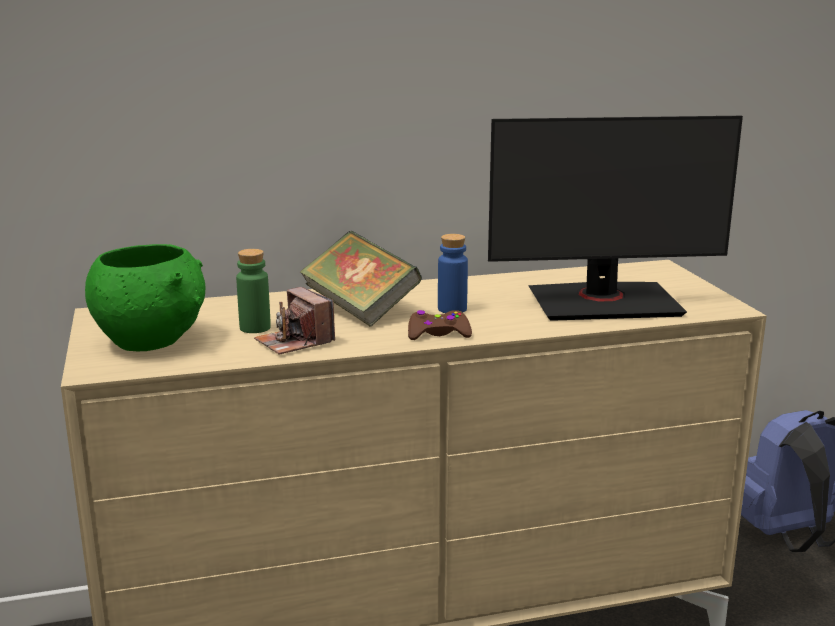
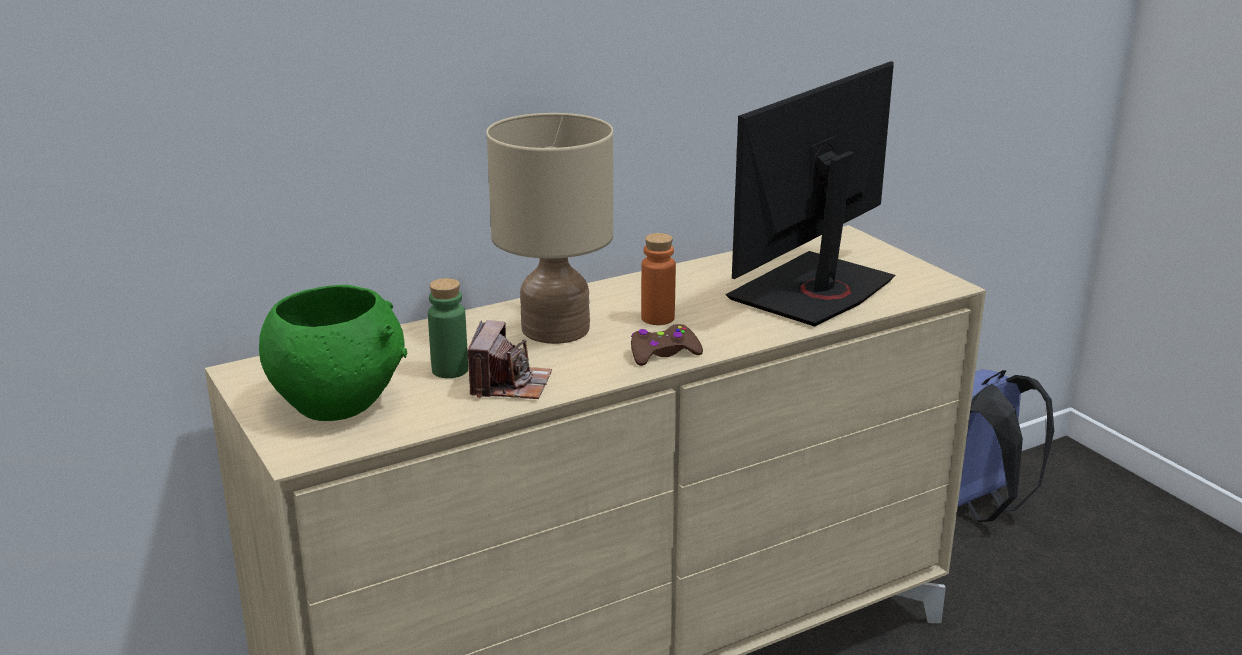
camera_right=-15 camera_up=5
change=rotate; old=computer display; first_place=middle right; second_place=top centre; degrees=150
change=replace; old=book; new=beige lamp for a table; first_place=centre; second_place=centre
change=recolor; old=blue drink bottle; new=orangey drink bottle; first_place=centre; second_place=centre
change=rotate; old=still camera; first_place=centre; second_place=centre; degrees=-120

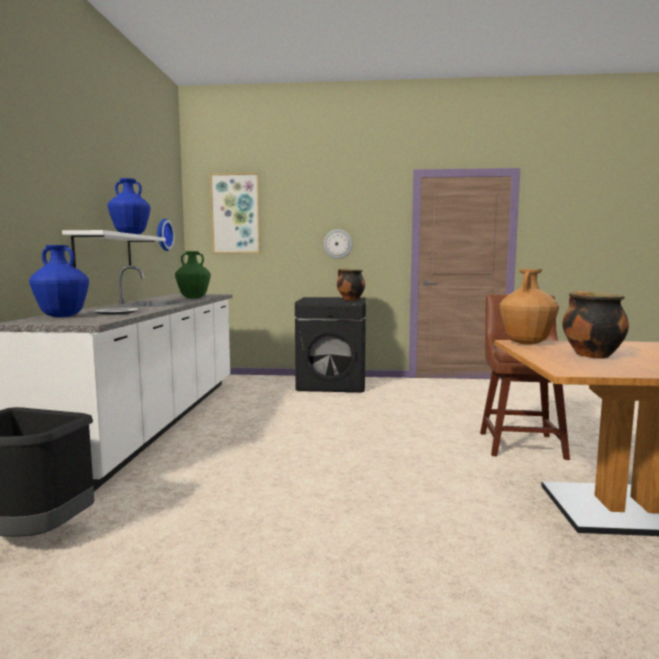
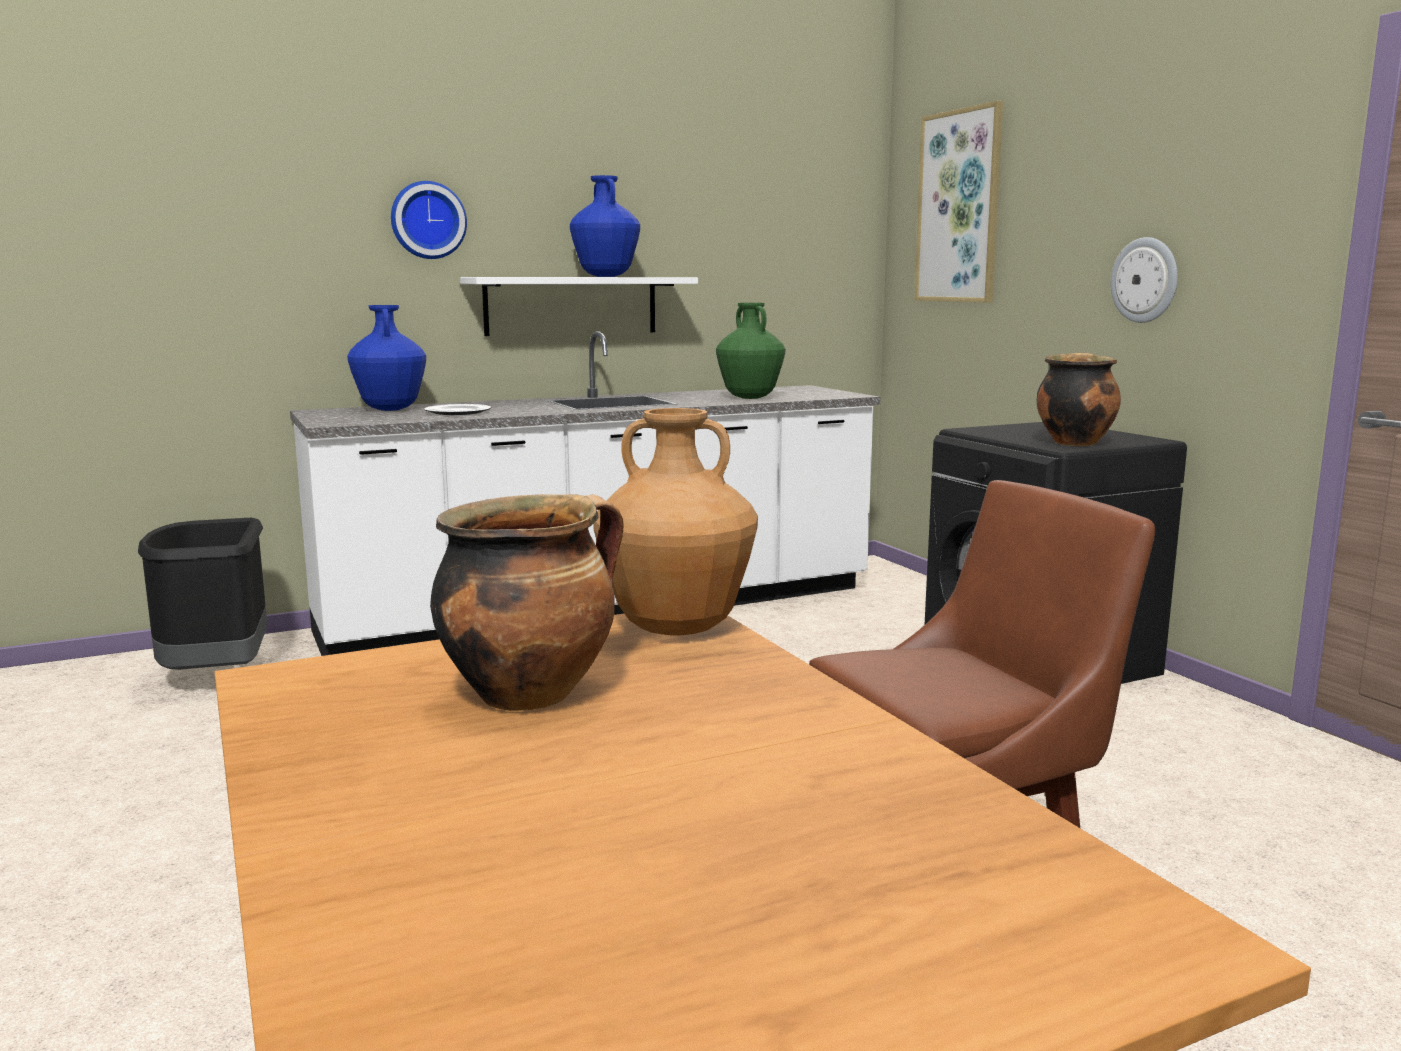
camera_right=60 camera_up=5
change=move; old=hanging clock (1st from left); first_place=middle left; second_place=top left

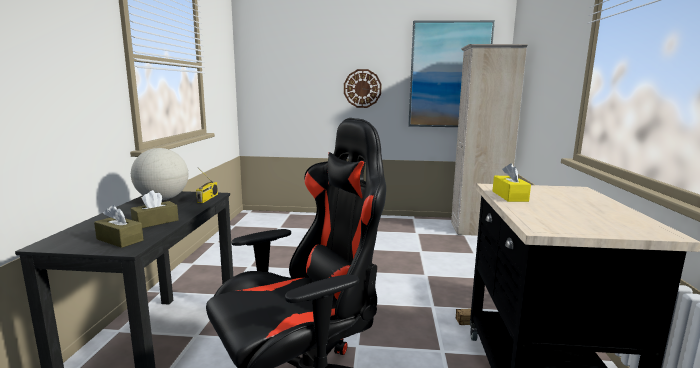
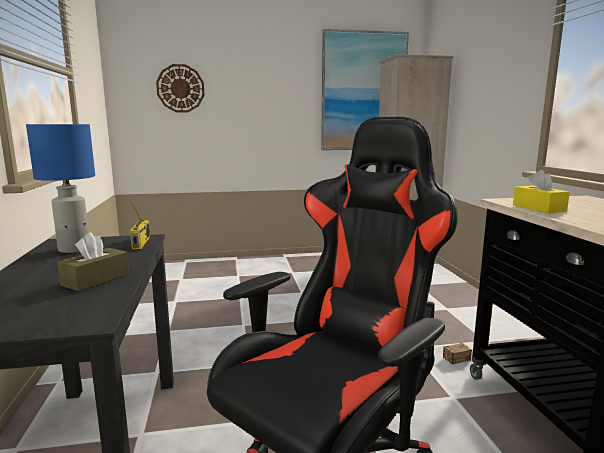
camera_right=-15 camera_up=0
change=move; old=hanging clock; first_place=top centre; second_place=top left
change=replace; old=world globe; new=blue lamp for a table; first_place=middle left; second_place=middle left
change=delete; old=brownish tissue holder (1st from left); first_place=middle left

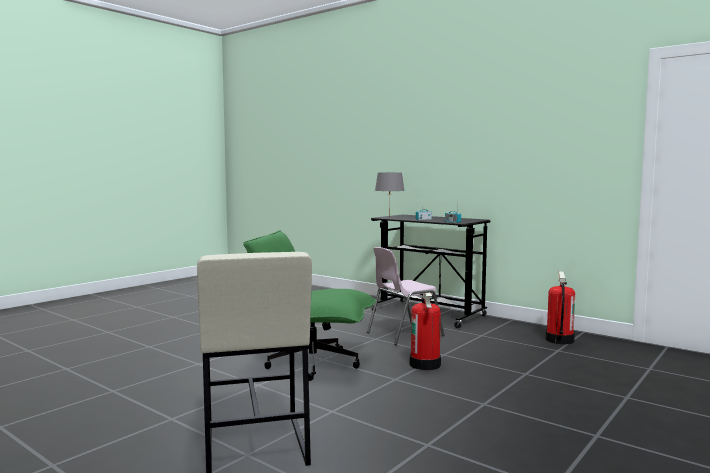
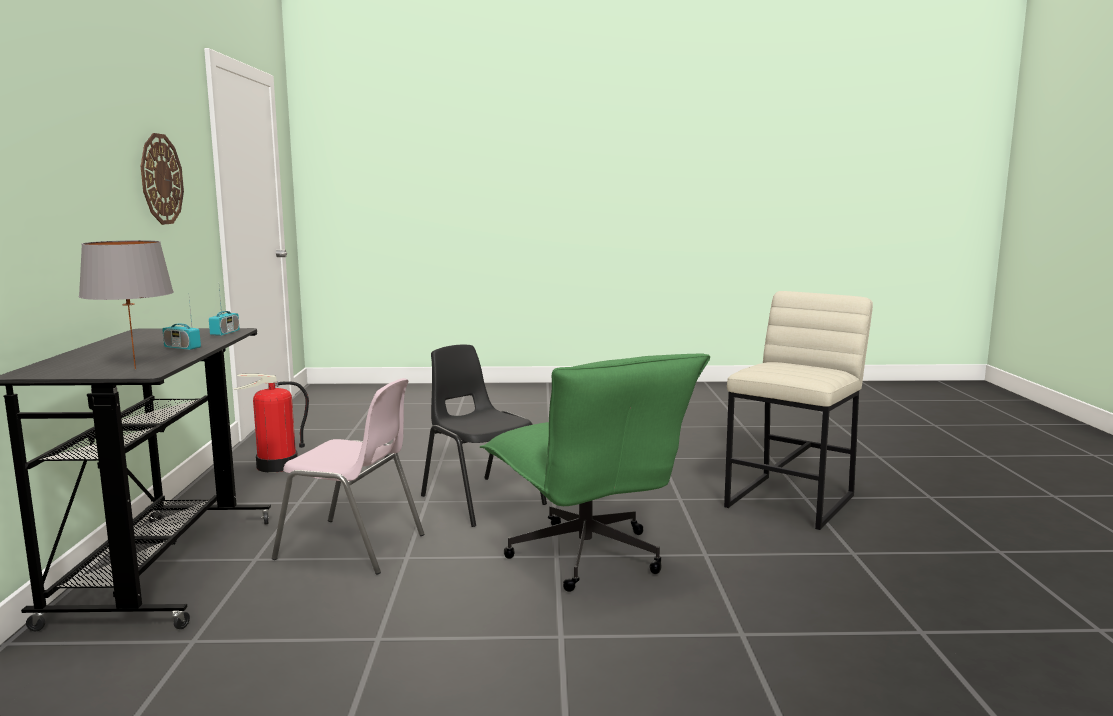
camera_right=-130 camera_up=5
change=replace; old=fire extinguisher (1st from left); new=black chair; first_place=bottom centre; second_place=centre
change=insert; new=hanging clock; second_place=top left

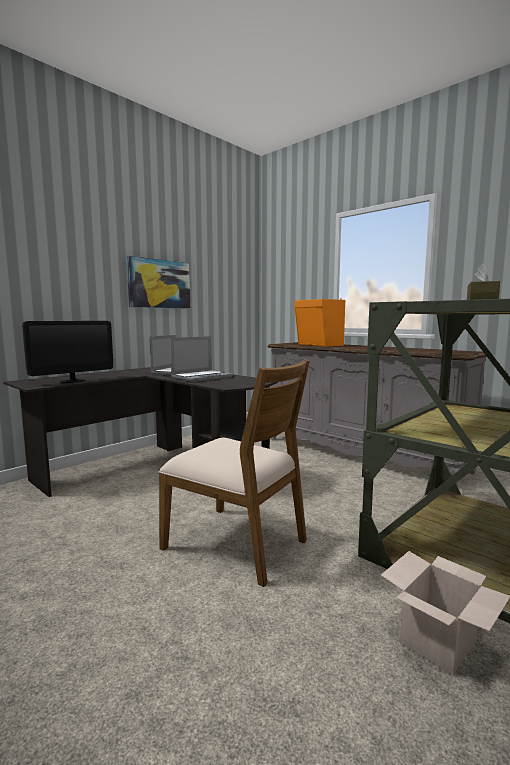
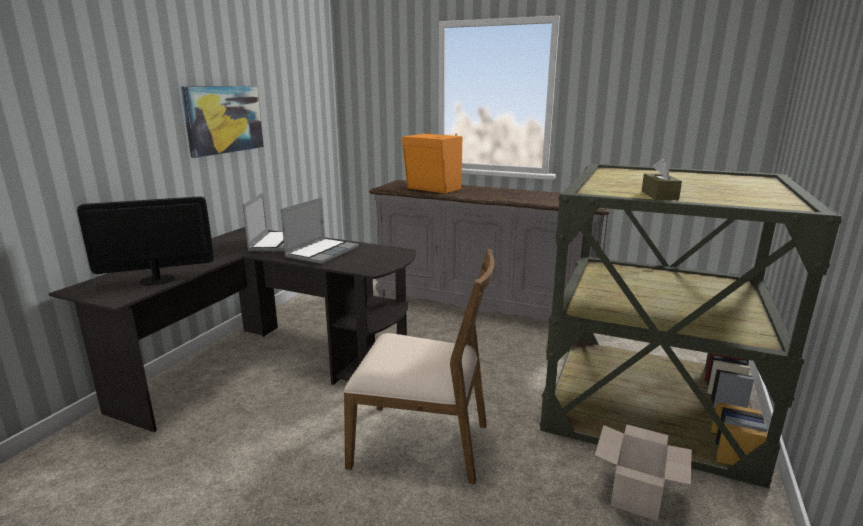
camera_right=-20 camera_up=10
change=rotate; old=computer display; first_place=middle left; second_place=middle left; degrees=-135

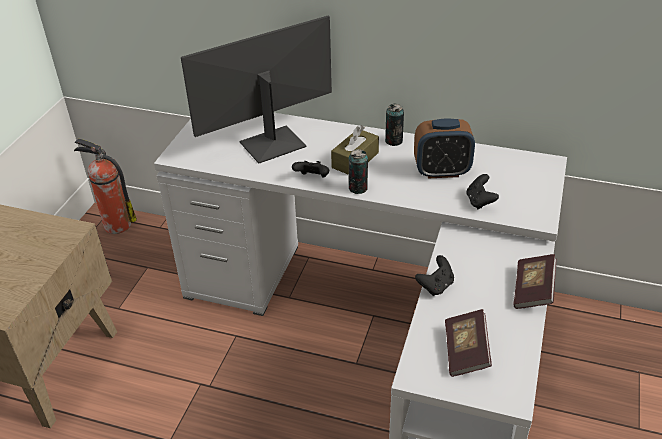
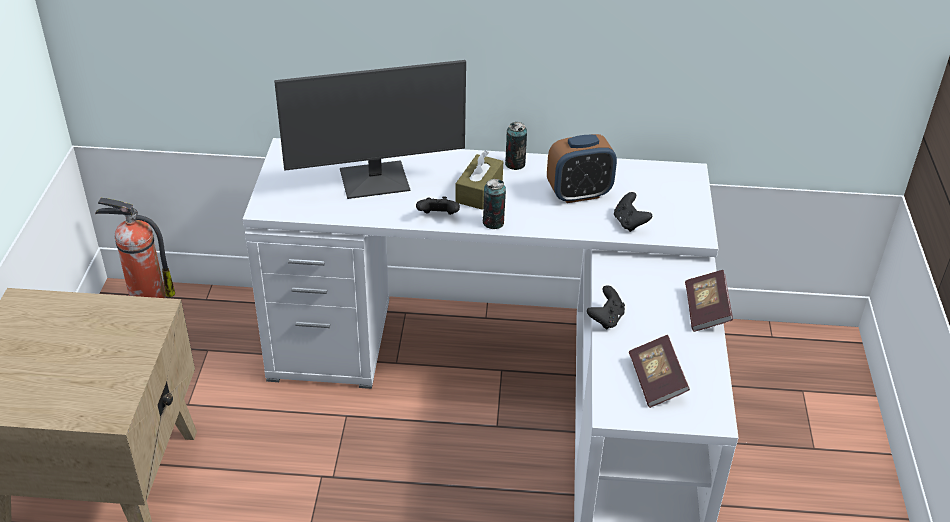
camera_right=-15 camera_up=0
change=rotate; old=computer display; first_place=top centre; second_place=top centre; degrees=-150

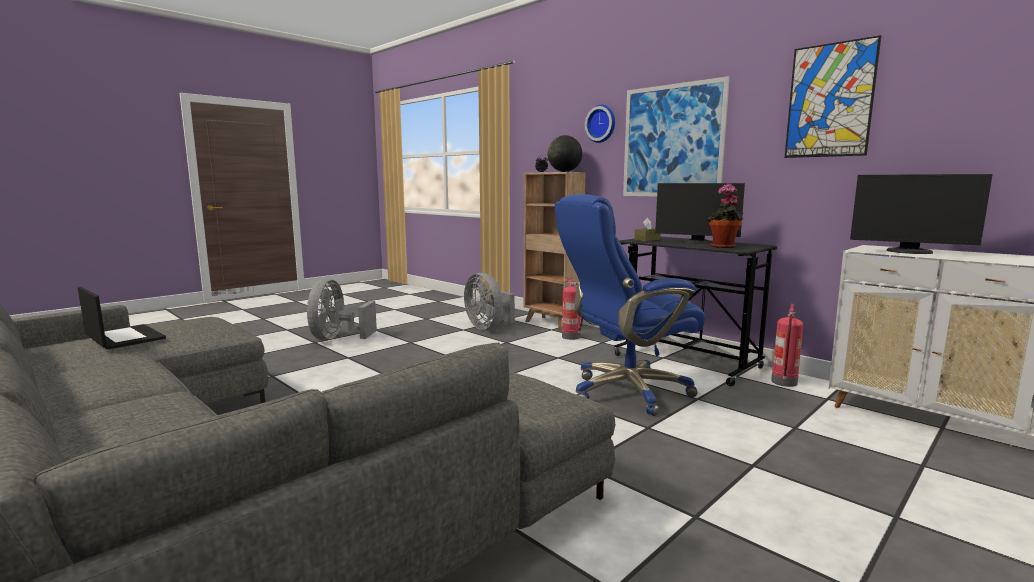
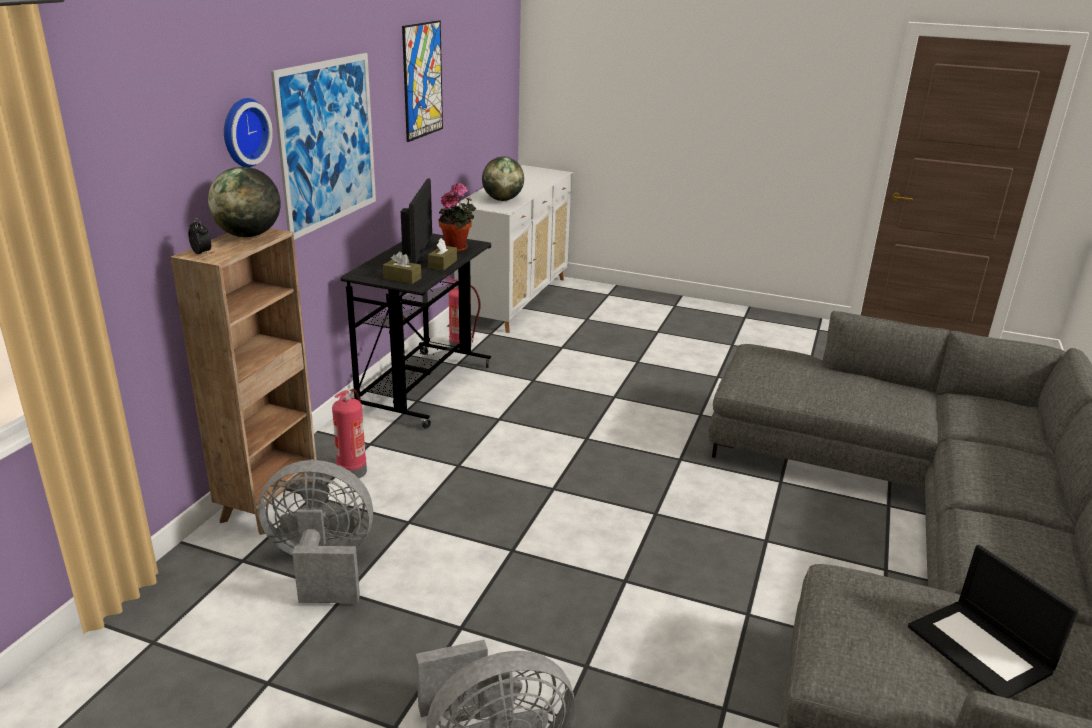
camera_right=-115 camera_up=15
change=replace; old=computer display (2nd from left); new=world globe (2nd from left); first_place=middle right; second_place=top centre
change=delete; old=blue computer chair; first_place=centre
change=rotate; old=grey electric fan (2nd from left in the first image); first_place=centre; second_place=bottom left; degrees=-120
change=rotate; old=portable computer; first_place=middle left; second_place=bottom right; degrees=-45
change=insert; new=brownish tissue holder (2nd from left); second_place=centre

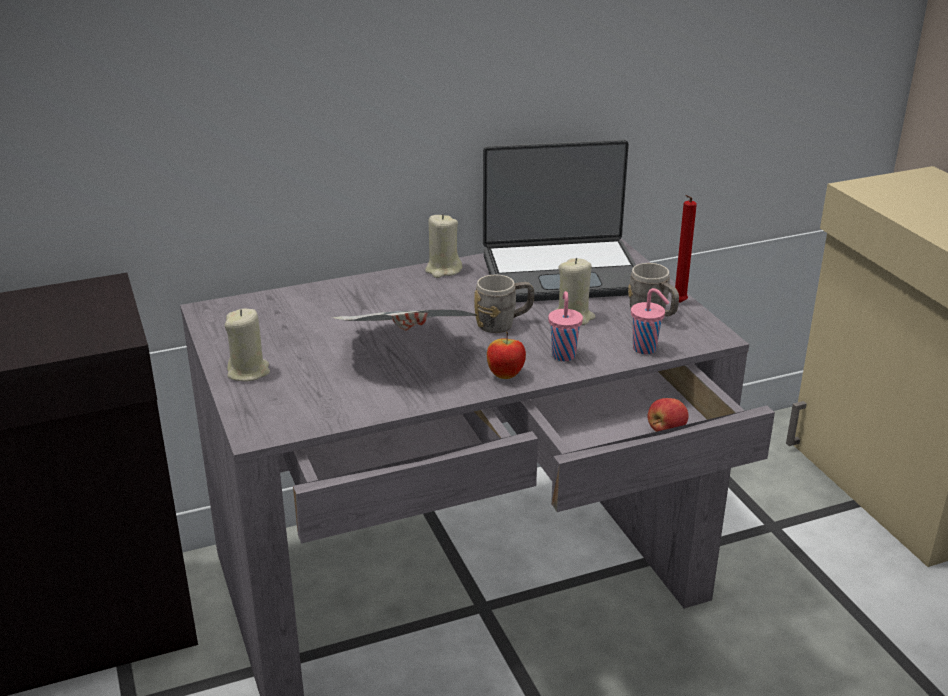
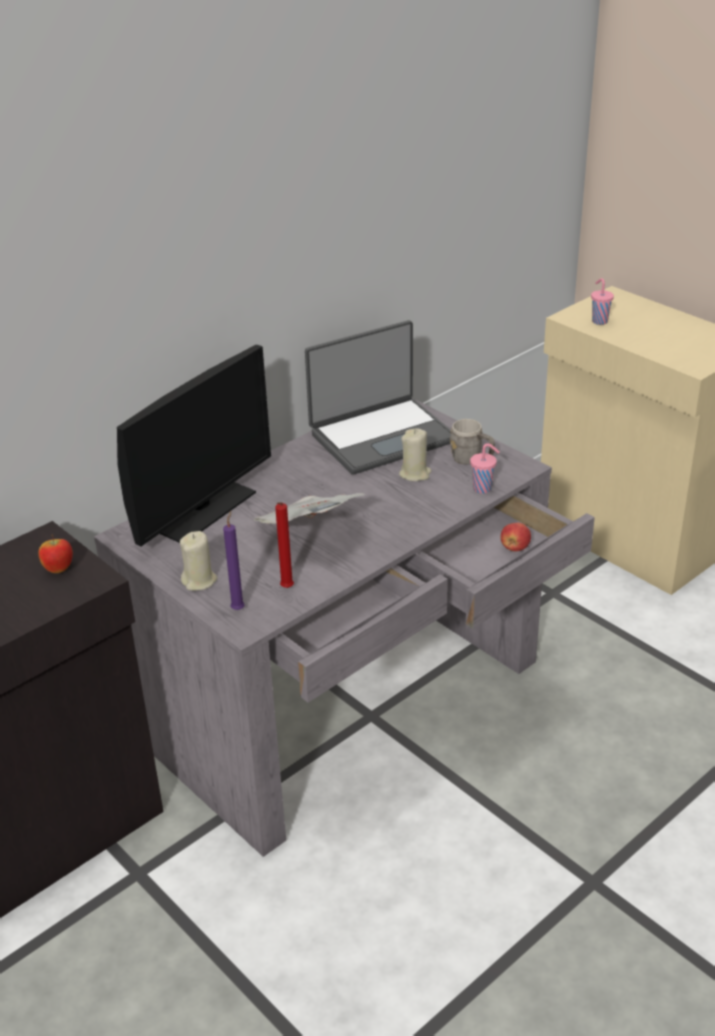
camera_right=-20 camera_up=5
change=move; old=reddish wax candle; first_place=middle right; second_place=centre
change=delete; old=beige wax candle (2nd from left); first_place=centre
change=delete; old=grey coffee mug (1st from left); first_place=centre
change=move; old=pinkish cup (1st from left in the first image); new=pinkish cup (2nd from left); first_place=centre; second_place=top right
change=move; old=apple fruit (1st from left); first_place=centre; second_place=middle left
change=insert; new=computer display; second_place=middle left
change=insert; new=purple-coloured wax candle; second_place=middle left

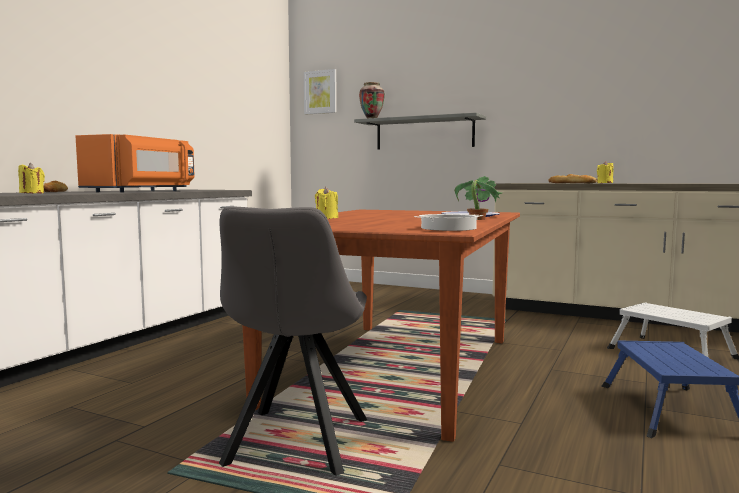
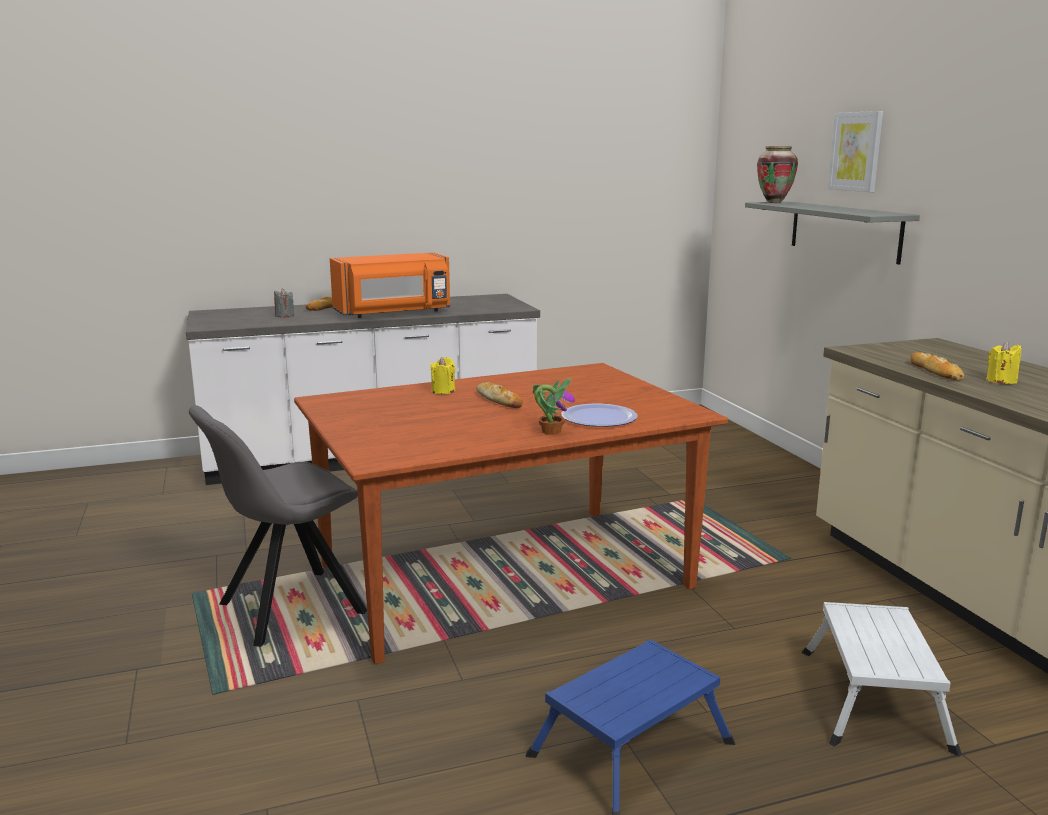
camera_right=45 camera_up=10
change=move; old=wall picture; first_place=top centre; second_place=top right
change=recolor; old=yellow wax candle (1st from left); new=grey wax candle; first_place=middle left; second_place=middle left
change=delete; old=stockpot; first_place=centre
change=insert; new=baked bread (2nd from left); second_place=centre

